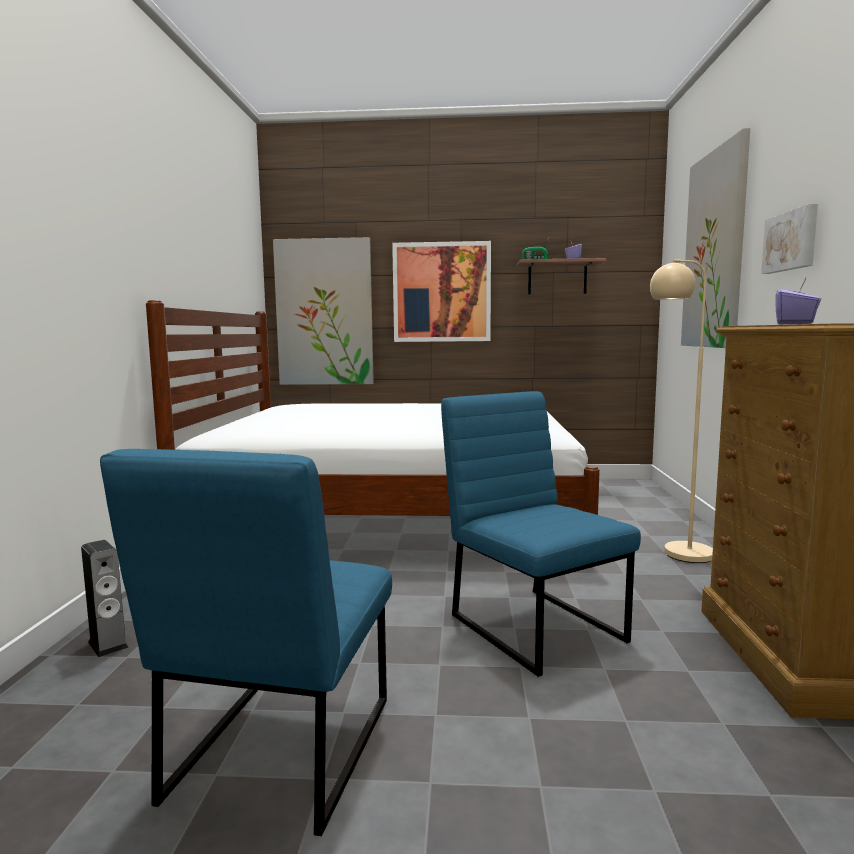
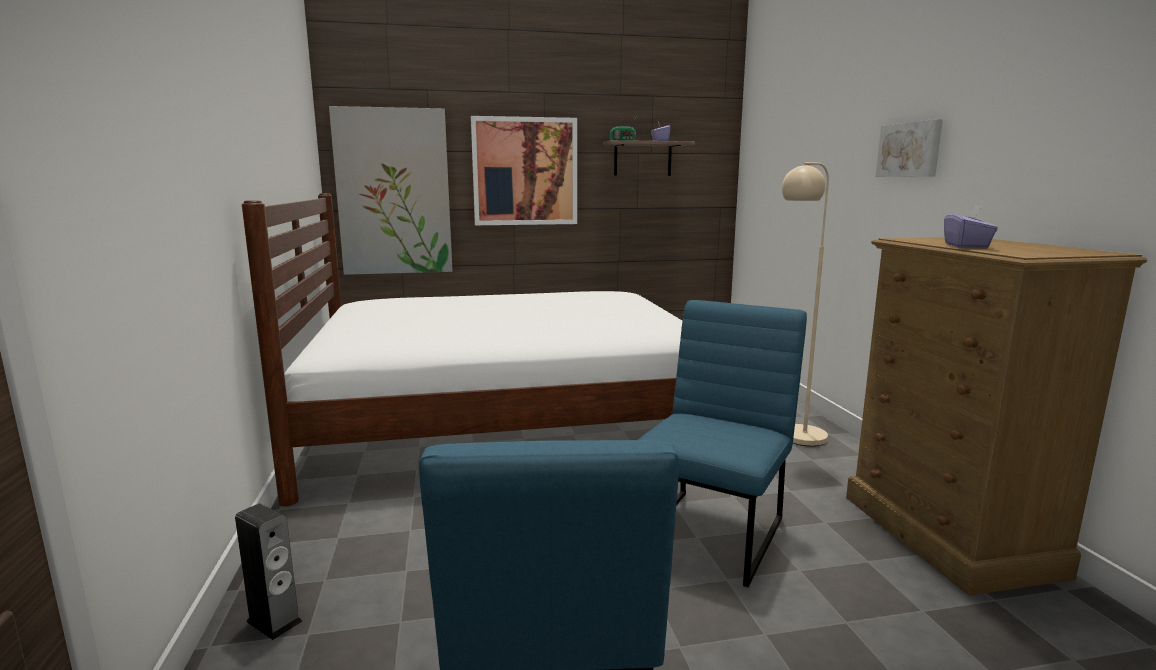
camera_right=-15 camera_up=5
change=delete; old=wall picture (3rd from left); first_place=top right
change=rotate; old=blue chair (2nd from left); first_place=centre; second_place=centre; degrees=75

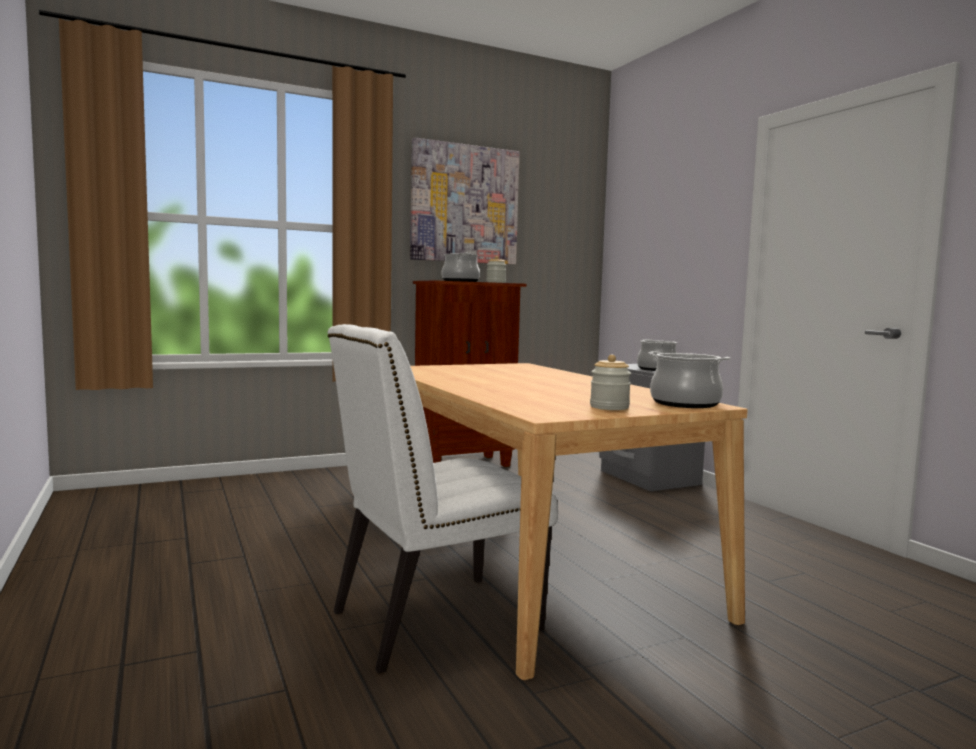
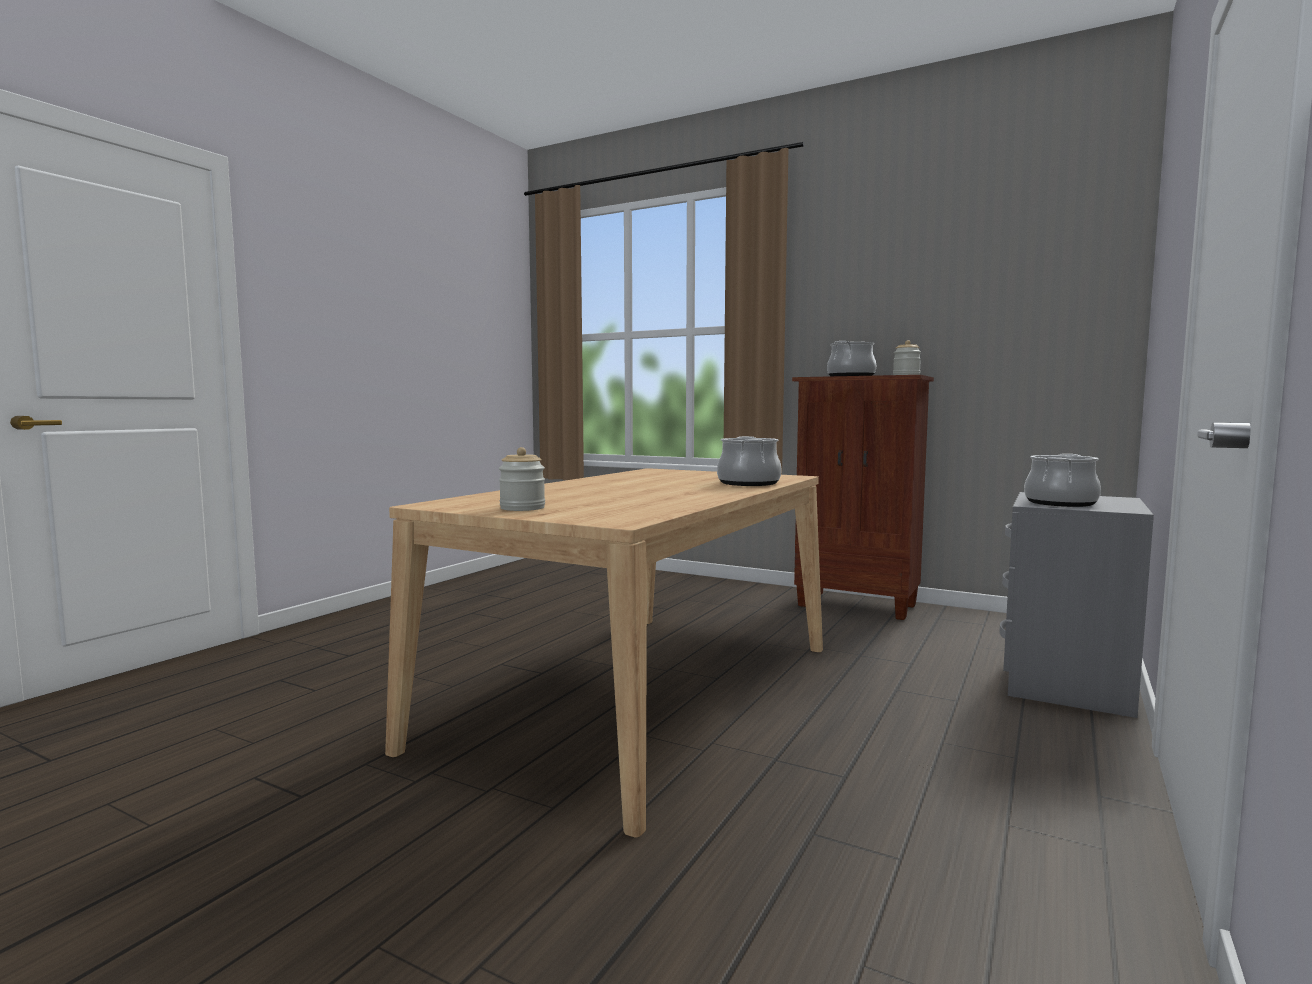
camera_right=55 camera_up=0
change=delete; old=wall picture; first_place=top centre
change=delete; old=whitish chair; first_place=centre
change=move; old=stockpot (3rd from left in the first image); new=stockpot (1st from left); first_place=middle right; second_place=centre

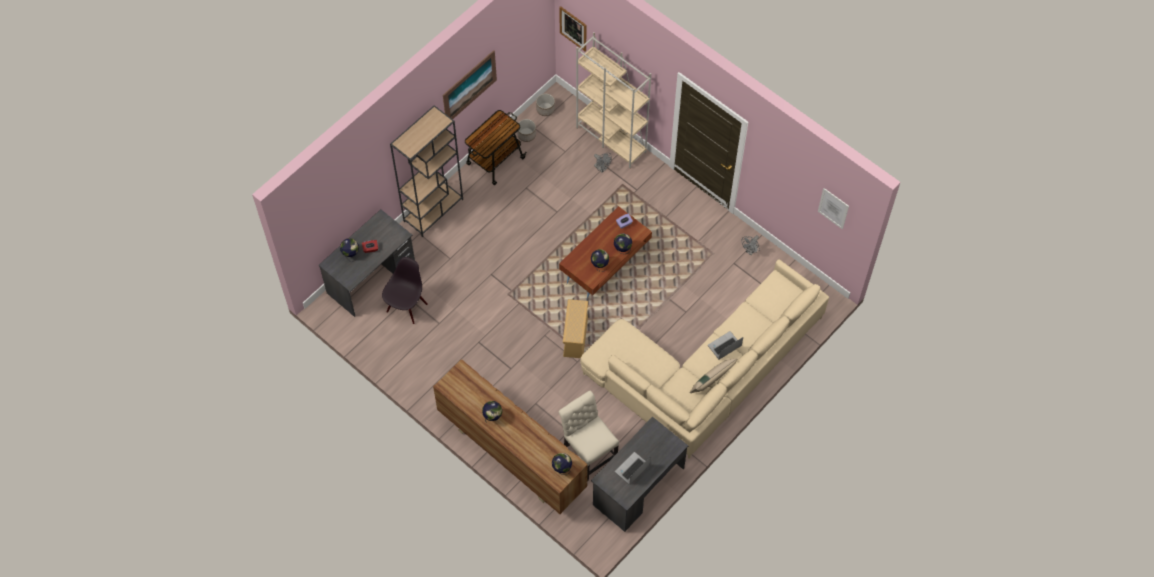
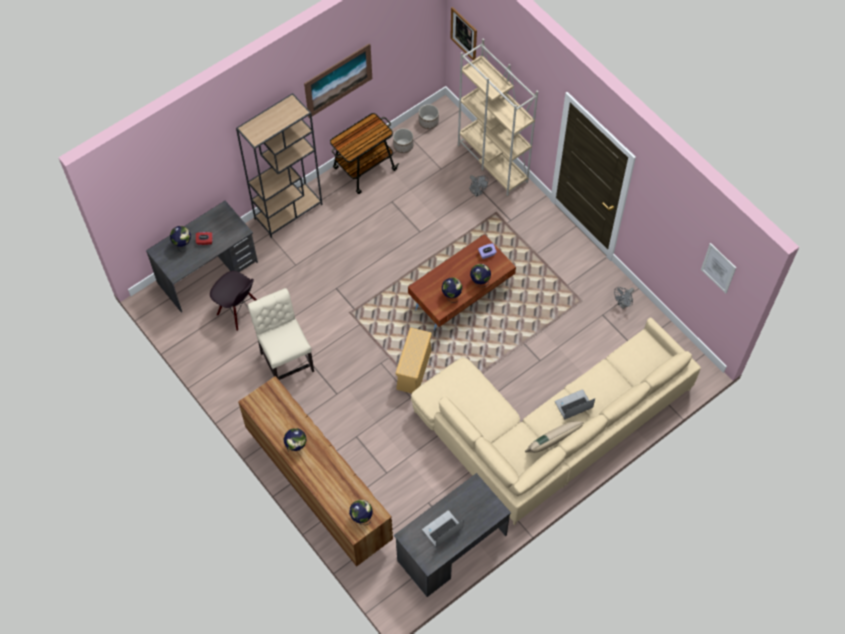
camera_right=10 camera_up=0
change=rotate; old=black chair; first_place=centre; second_place=middle left; degrees=90
change=move; old=beige chair; first_place=bottom centre; second_place=middle left

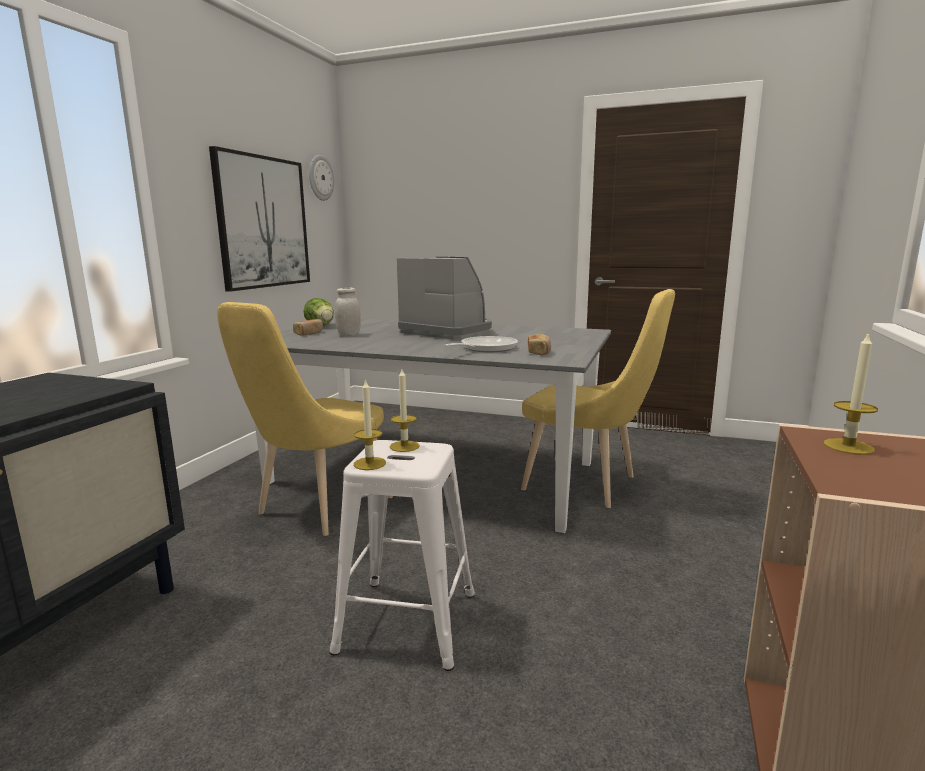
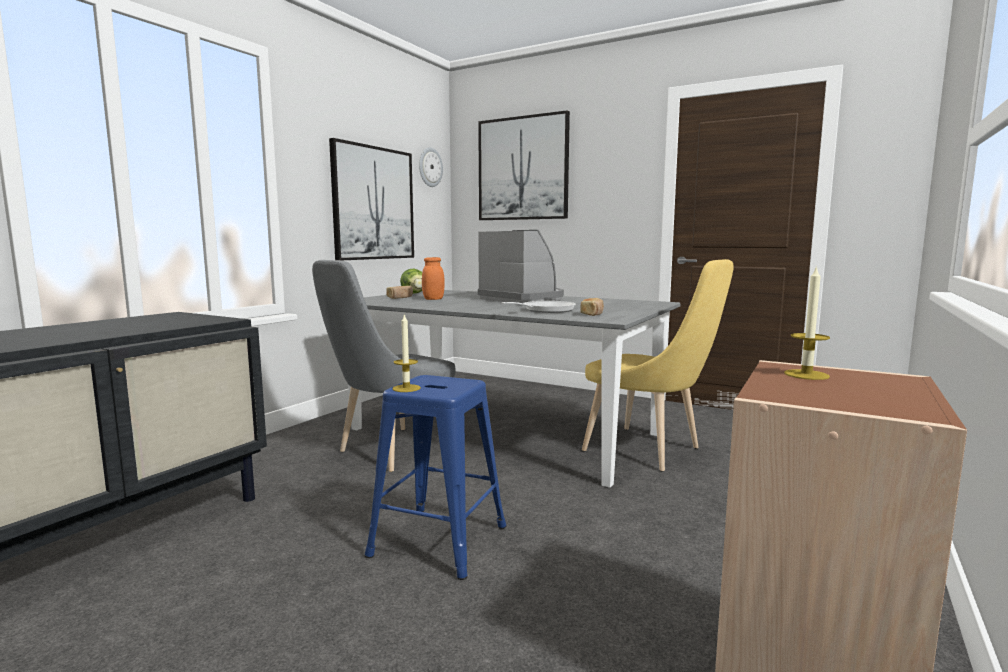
camera_right=10 camera_up=-5
change=recolor; old=whitish preserve jar; new=orangey preserve jar; first_place=centre; second_place=centre
change=recolor; old=yellow chair (1st from left); new=grey chair; first_place=middle left; second_place=centre
change=delete; old=wax candle (2nd from left); first_place=centre
change=recolor; old=whitish sitting stool; new=blue sitting stool; first_place=bottom centre; second_place=bottom centre
change=insert; new=wall picture (2nd from left); second_place=top centre

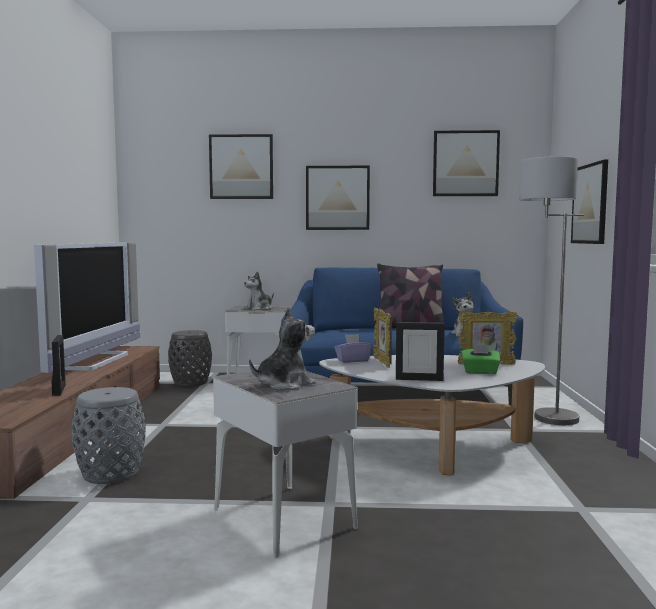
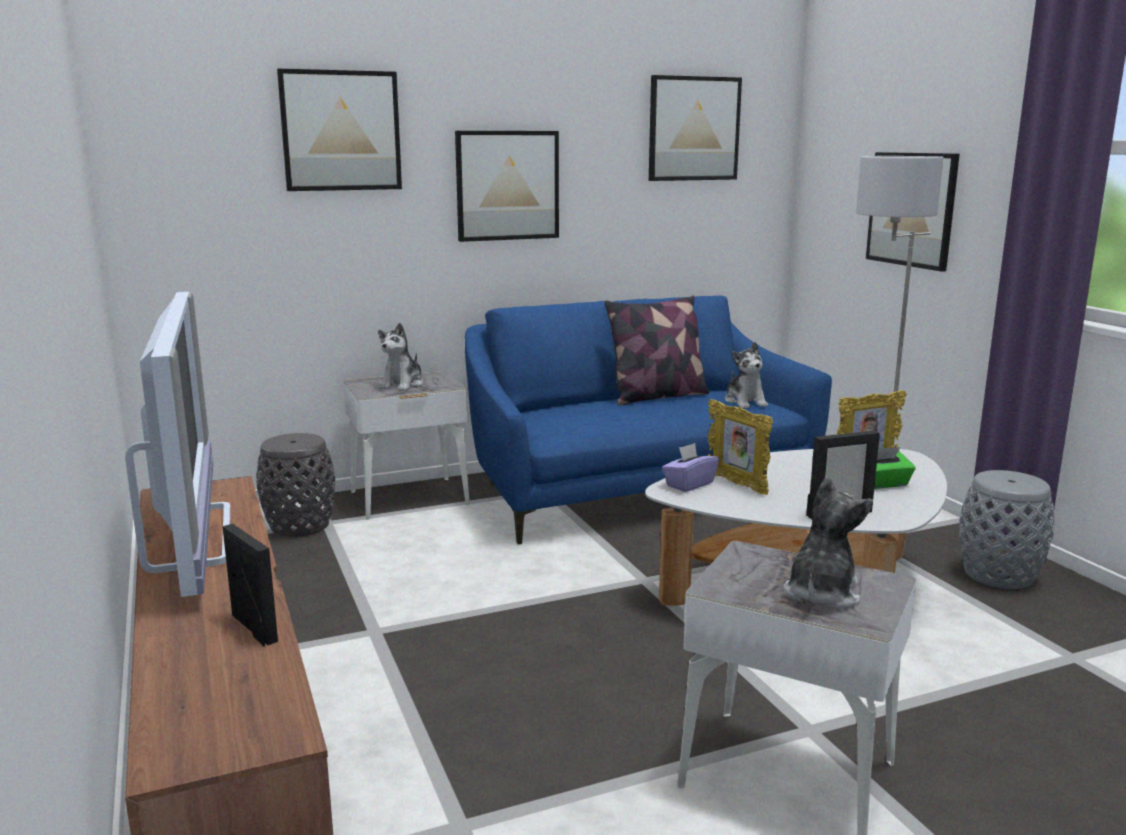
camera_right=-25 camera_up=10
change=move; old=grey sitting stool (1st from left in the first image); new=grey sitting stool (2nd from left); first_place=bottom left; second_place=middle right

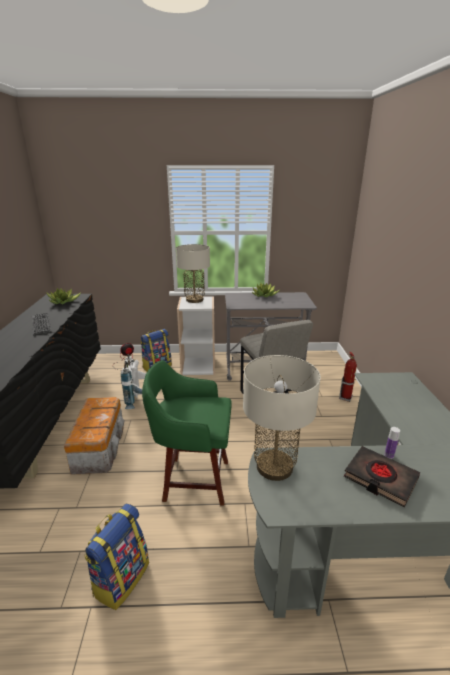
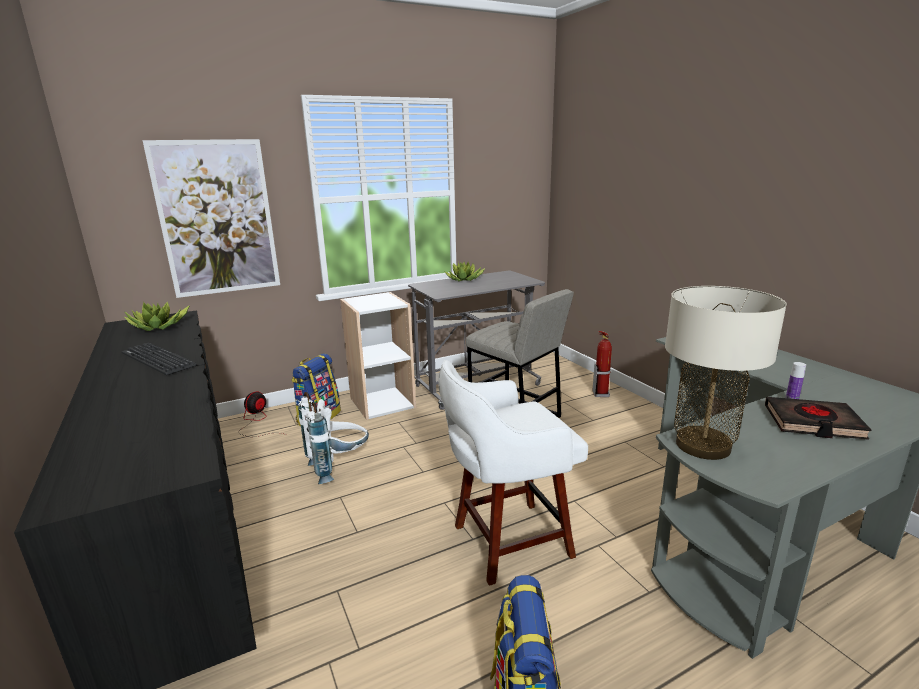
camera_right=-25 camera_up=-5
change=delete; old=lamp for a table (1st from left); first_place=centre
change=recolor; old=green sitting stool; new=whitish sitting stool; first_place=centre; second_place=bottom centre
change=delete; old=storage bin; first_place=middle left
change=insert; new=wall picture; second_place=top left

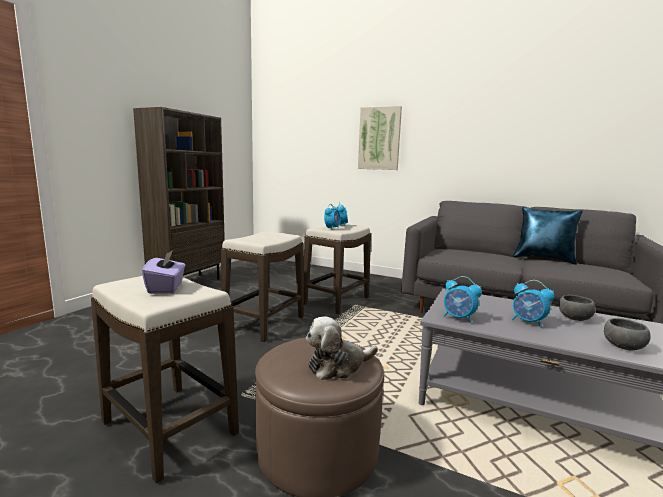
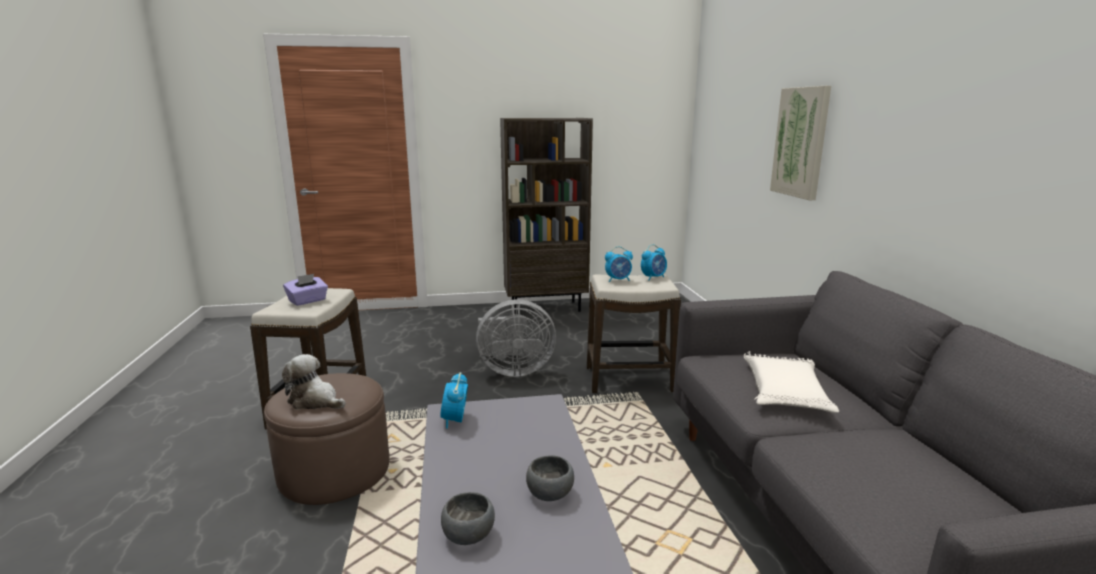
camera_right=55 camera_up=5
change=delete; old=blue throw pillow; first_place=middle right
change=replace; old=sitting stool (2nd from left); new=grey electric fan; first_place=centre; second_place=centre
change=delete; old=alarm clock (4th from left); first_place=middle right
change=insert; new=whitish throw pillow; second_place=middle right

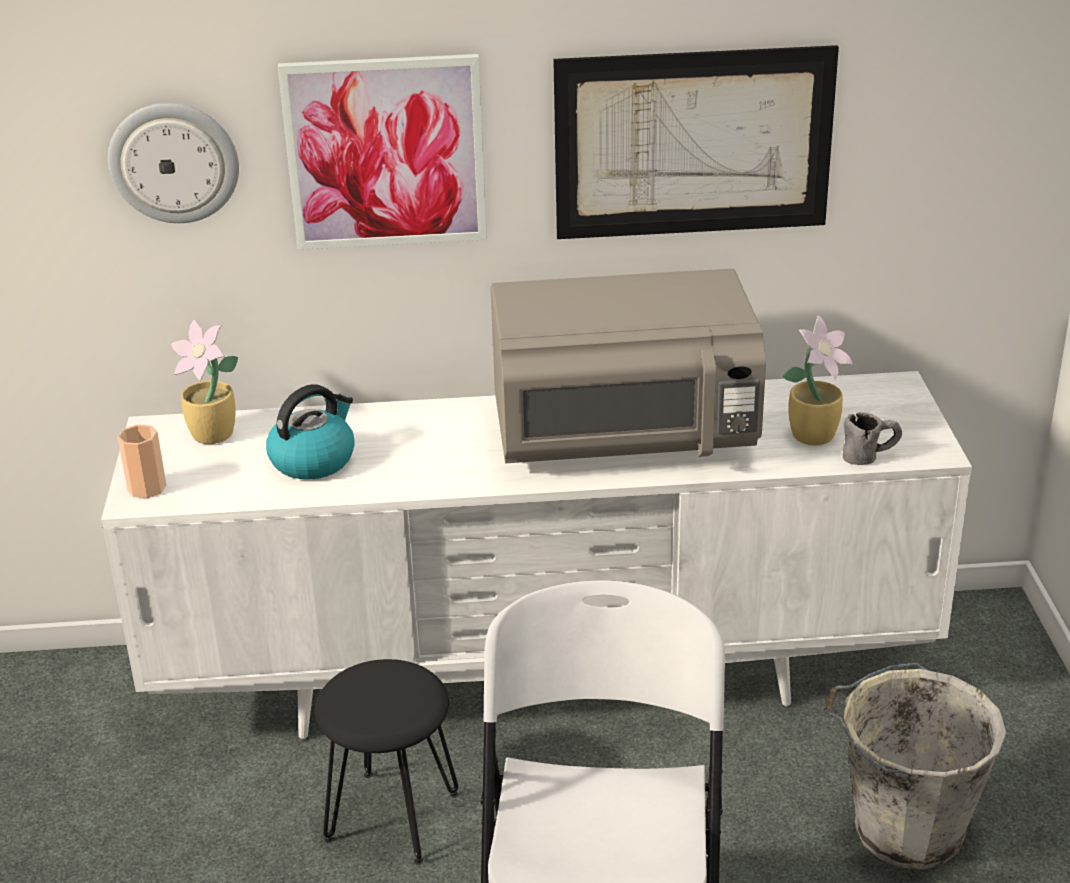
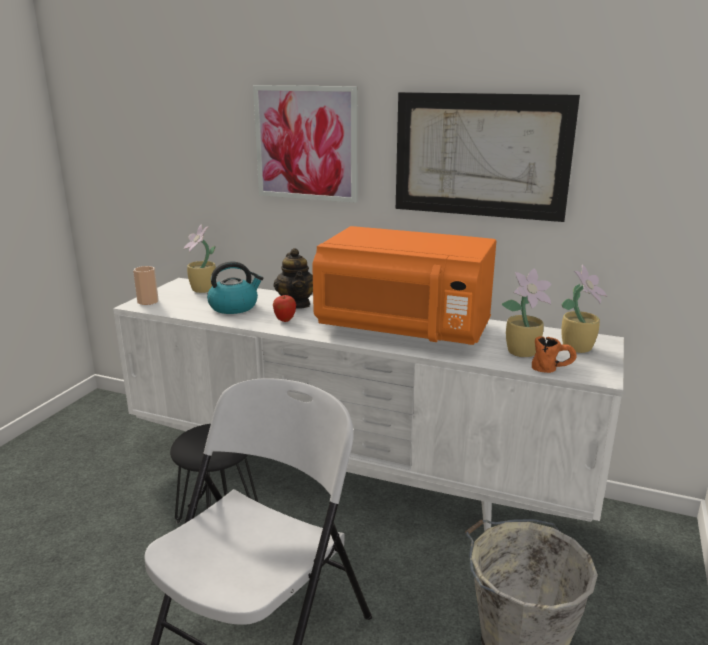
camera_right=25 camera_up=-10
change=delete; old=hanging clock; first_place=top left
change=recolor; old=grey microwave oven; new=orangey microwave oven; first_place=centre; second_place=centre
change=recolor; old=grey coffee mug; new=orangey coffee mug; first_place=middle right; second_place=middle right
change=insert; new=tea pot; second_place=centre
change=insert; new=plant in a pot (3rd from left); second_place=middle right
change=insert; new=apple fruit; second_place=centre

